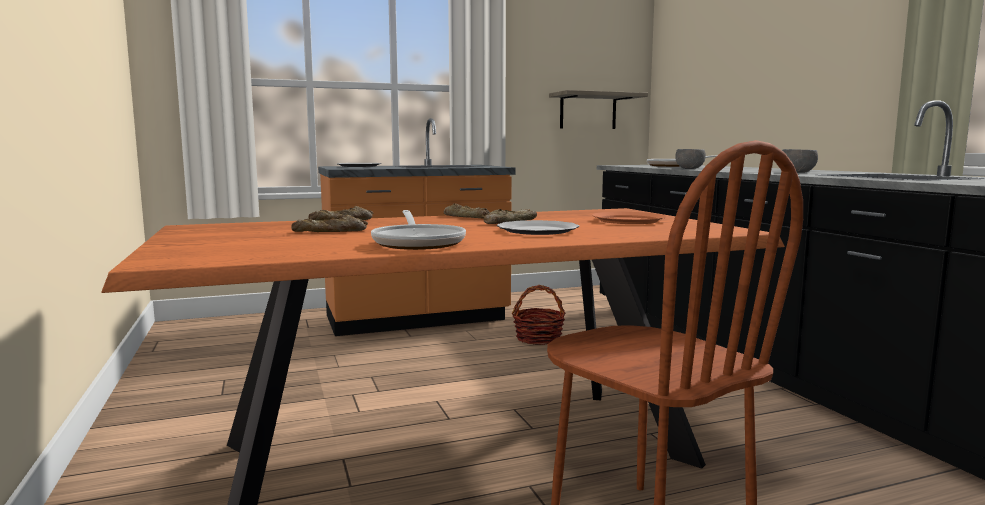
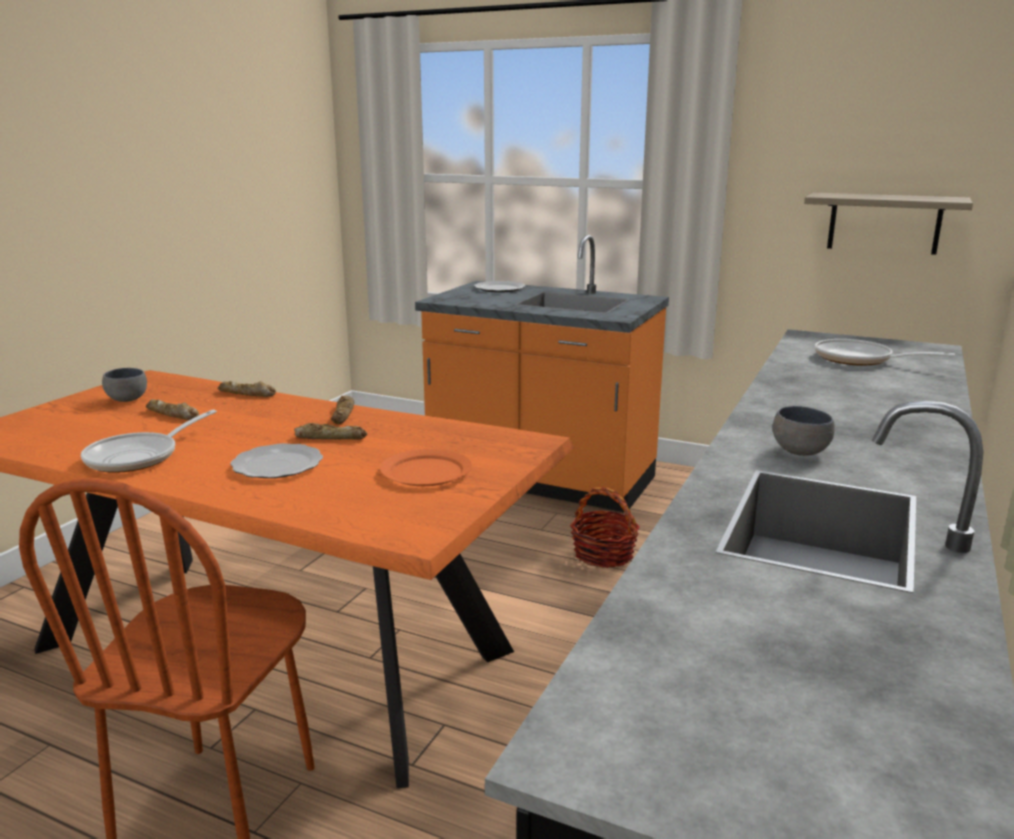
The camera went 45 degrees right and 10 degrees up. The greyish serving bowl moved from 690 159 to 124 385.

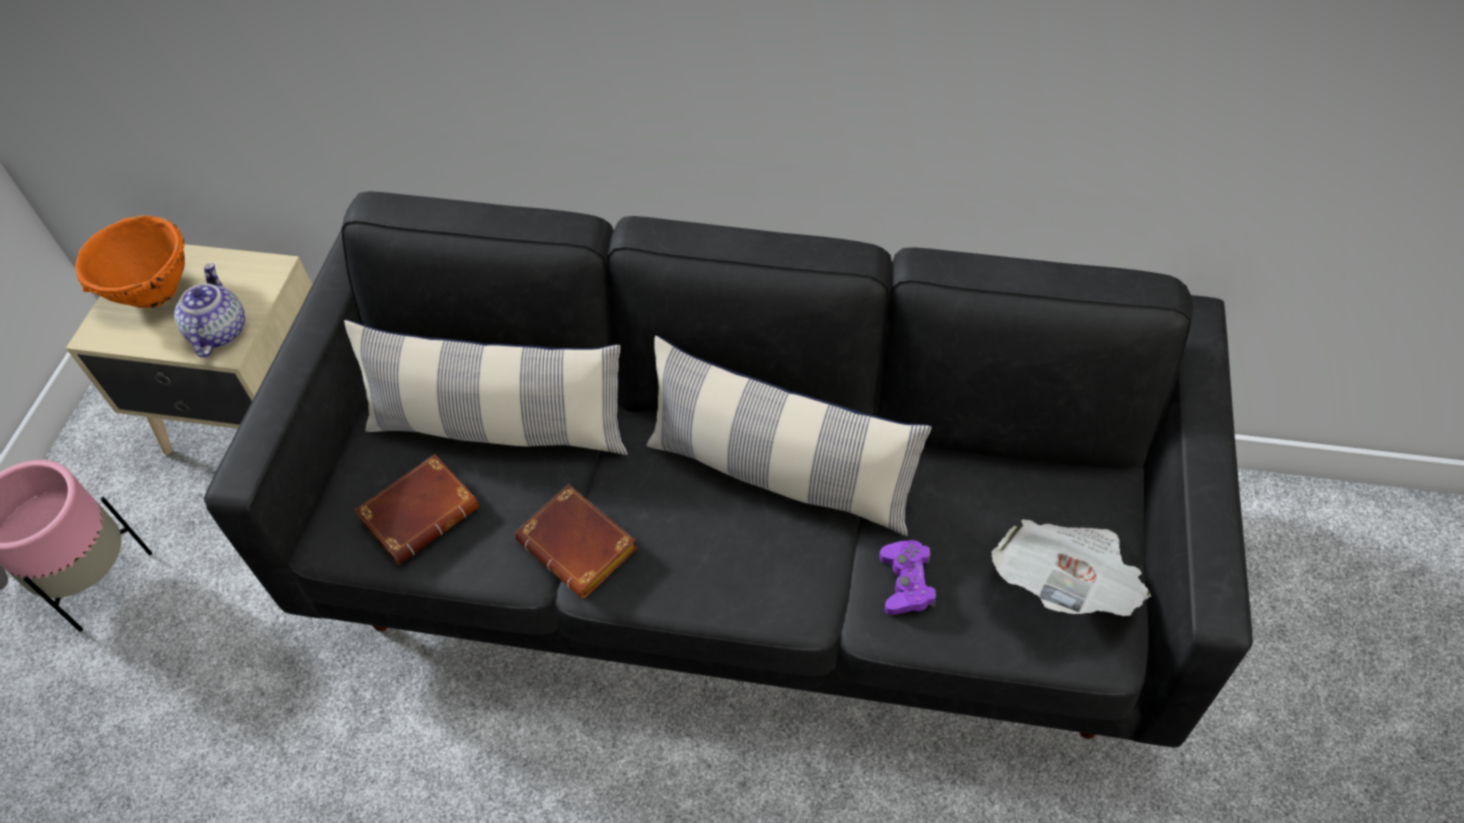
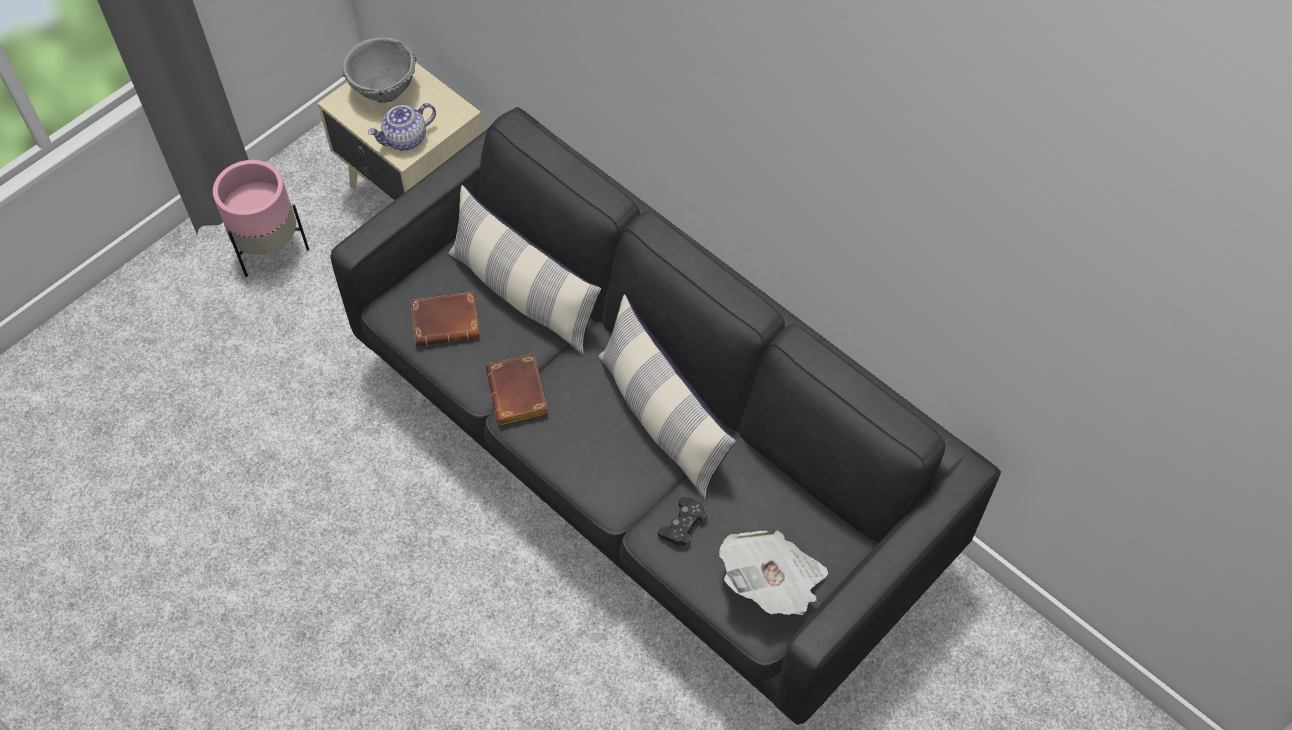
The camera went 30 degrees right and 5 degrees up. The orangey serving bowl at 130 261 became the greyish serving bowl at 379 70. The pot for tea at 209 310 turned 150 degrees counterclockwise. The purplish joypad at 907 577 became the blackish joypad at 682 522.

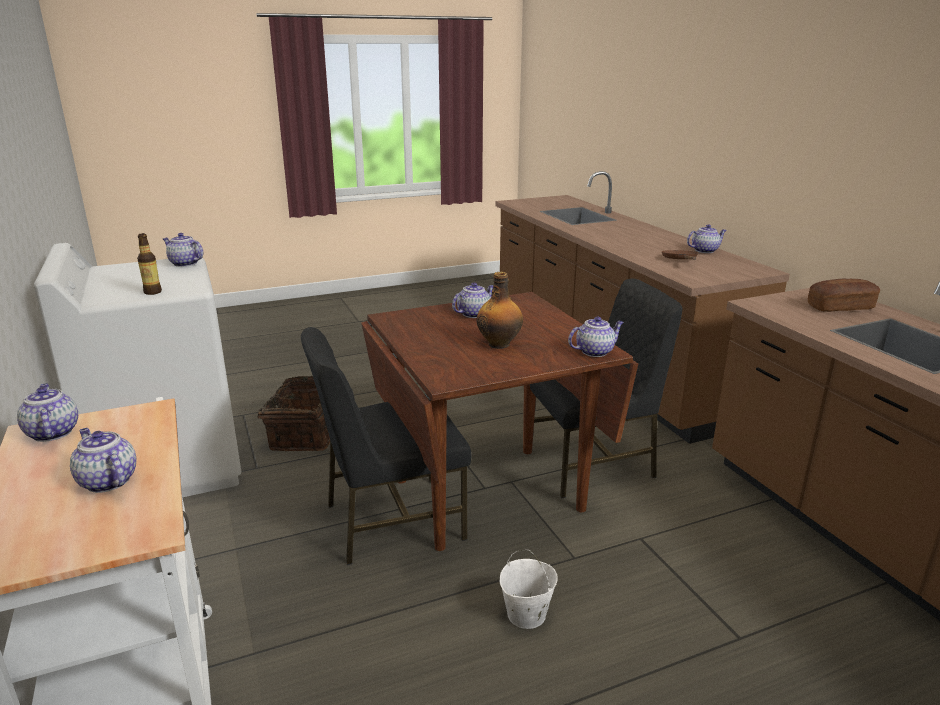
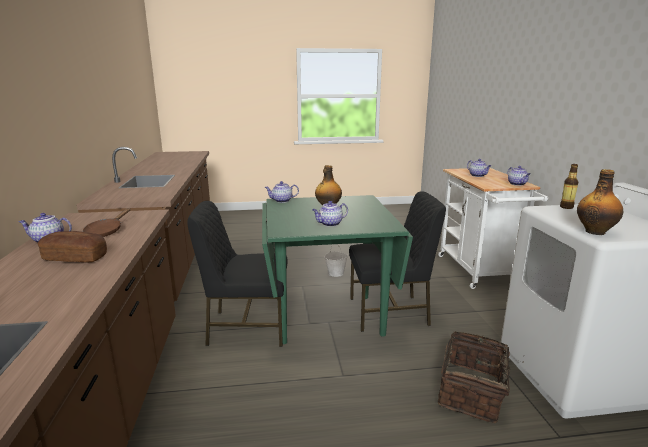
The camera went 165 degrees left and 5 degrees down. The pot for tea at 183 250 was replaced by the beverage bottle at 600 202. The bakery bread moved from 844 295 to 72 247. The brown kitchen table at 499 421 became the green kitchen table at 337 269.

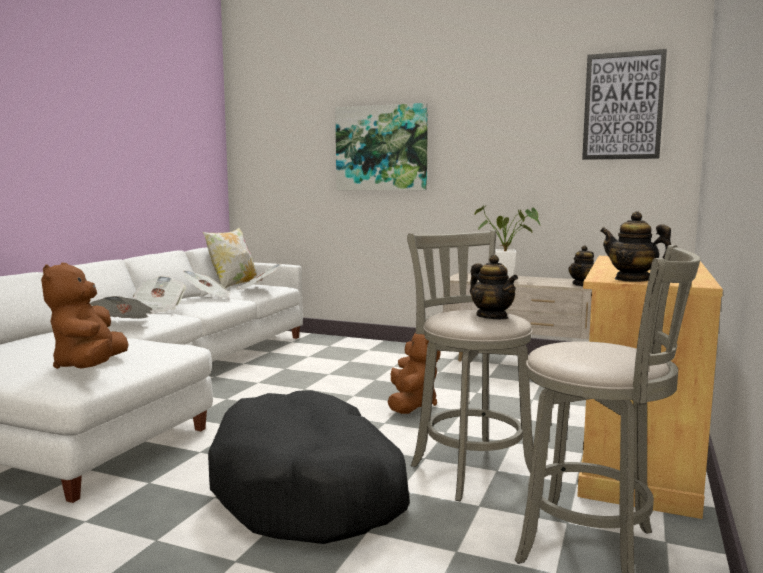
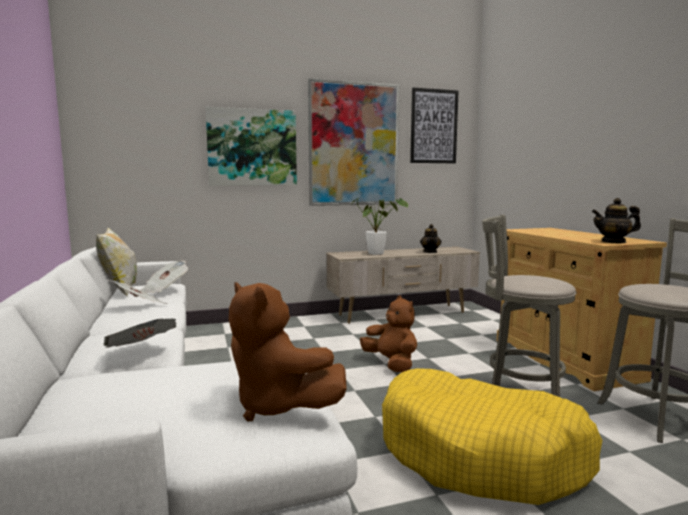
The camera went 40 degrees left and 0 degrees up. The pot for tea at 494 287 disappeared. The daily paper at 159 295 disappeared. The blackish dog bed at 309 467 became the yellow-coloured dog bed at 492 436. The picture at 353 142 appeared.

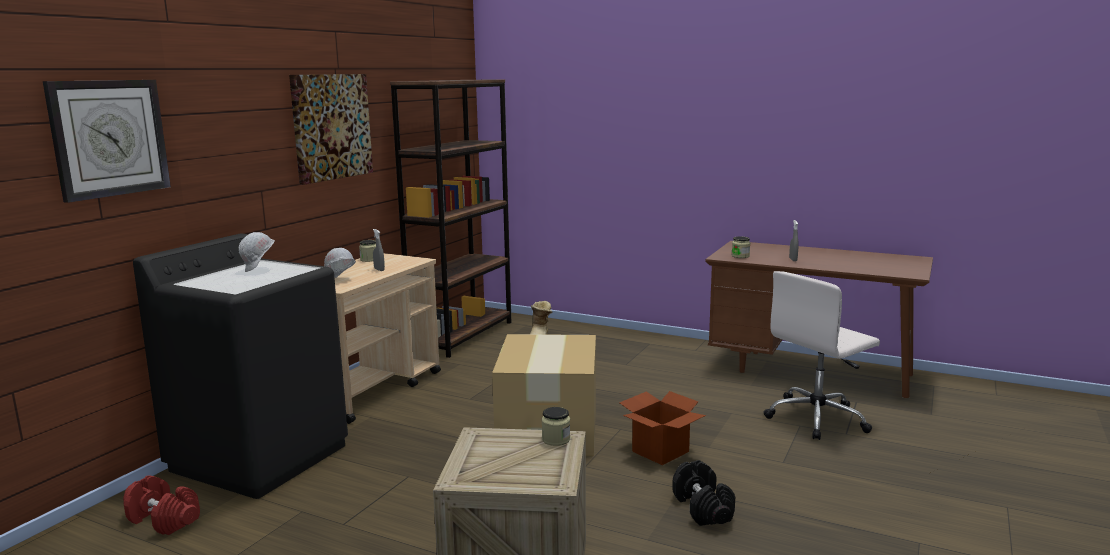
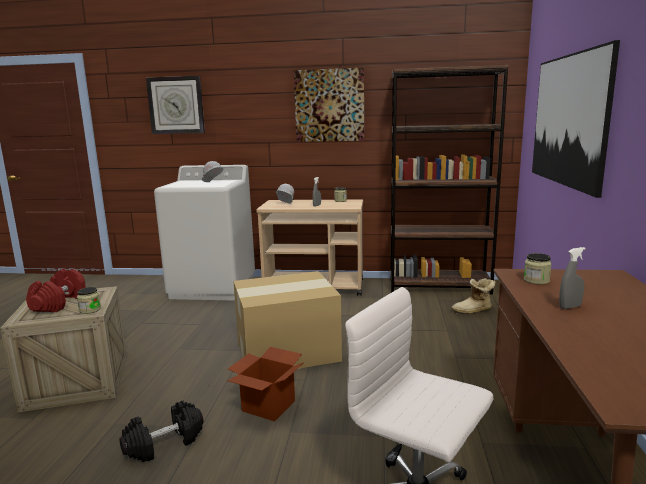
The camera went 70 degrees right and 0 degrees up. The blackish laundry appliance at 240 366 became the white laundry appliance at 204 232. The reddish hand weight moved from 161 505 to 56 290. The picture at 576 119 appeared.

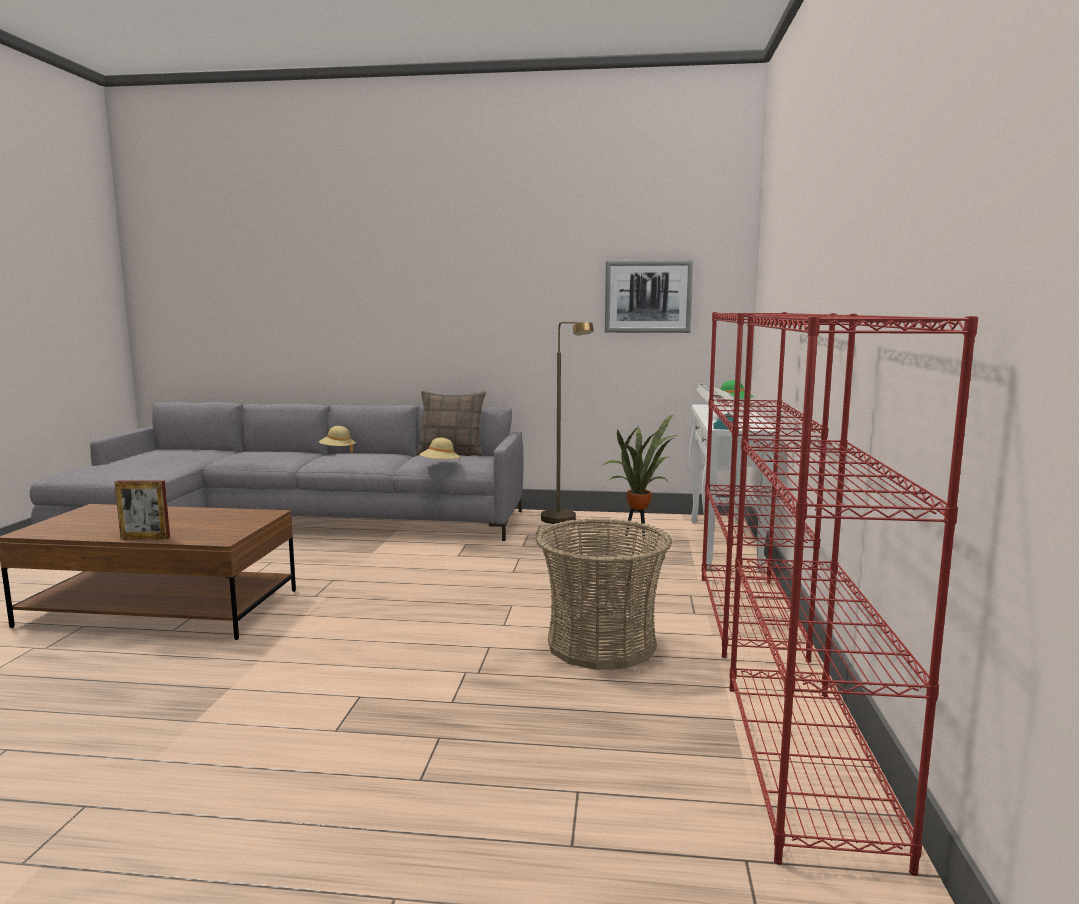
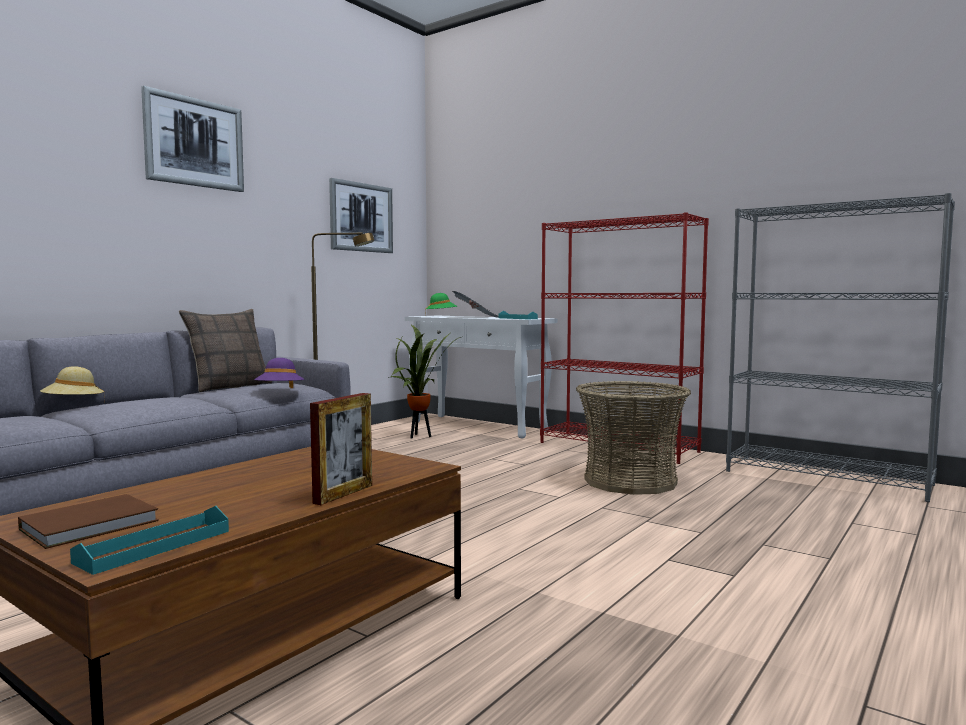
The camera went 60 degrees left and 5 degrees down. The reddish bookshelf at 853 594 became the greyish bookshelf at 840 347. The sand-coloured clothing hat at 440 451 became the purplish clothing hat at 279 373. The picture at 192 139 appeared. The brown book at 88 521 appeared. The turquoise carrying tray at 149 540 appeared.

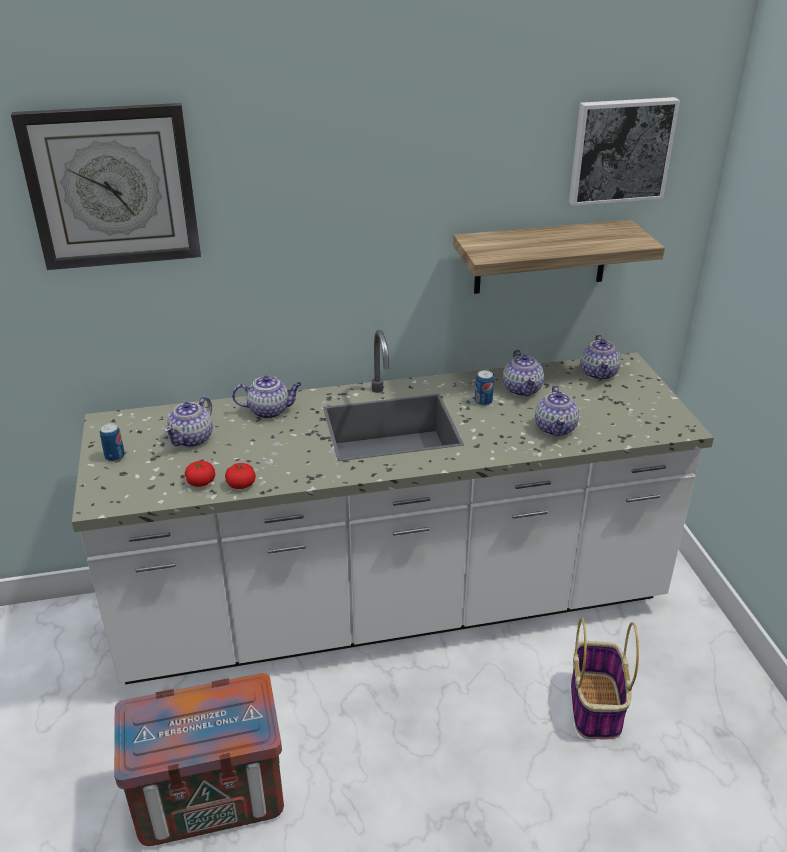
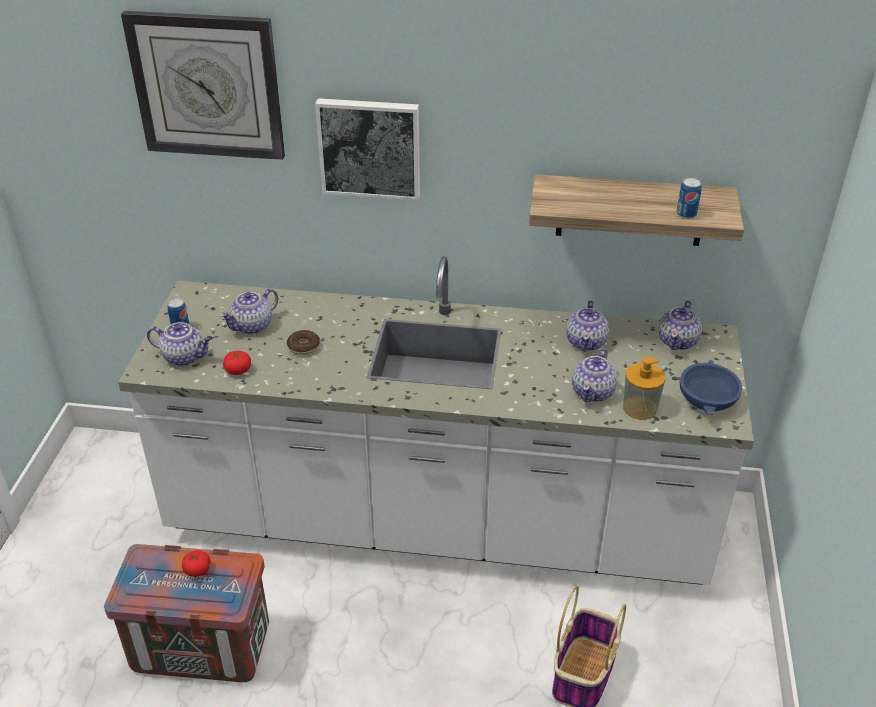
The camera went 20 degrees right and 5 degrees up. The picture moved from 624 151 to 367 149. The can moved from 484 388 to 689 198. The pot for tea moved from 267 397 to 179 344. The tomato moved from 240 476 to 196 563. The ring doughnut at 303 342 appeared. The liquid soap bottle at 644 388 appeared. The blue serving bowl at 711 387 appeared.

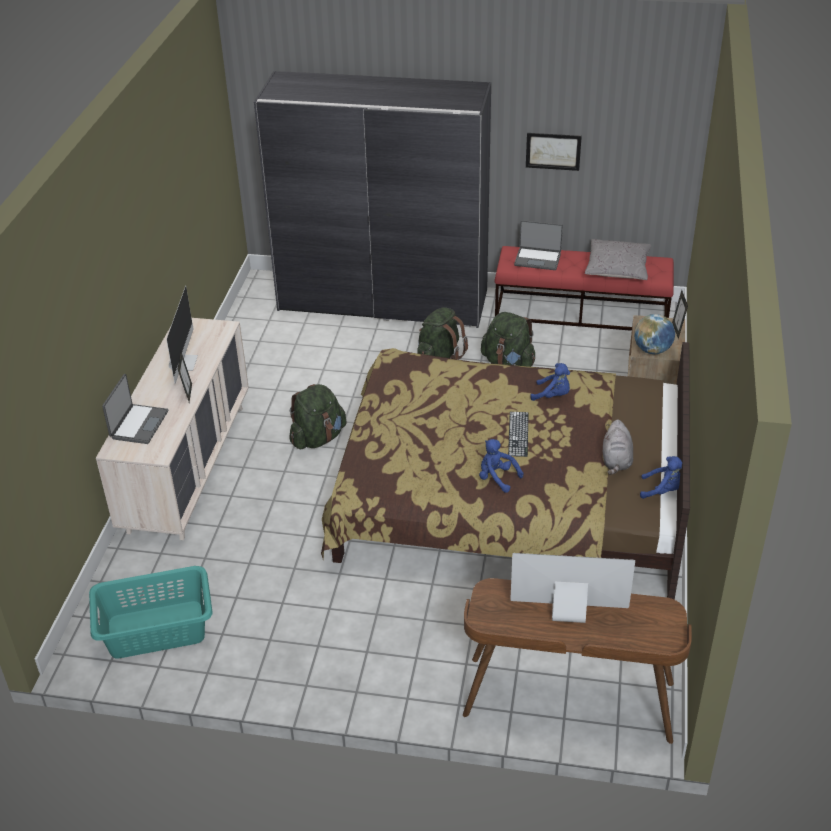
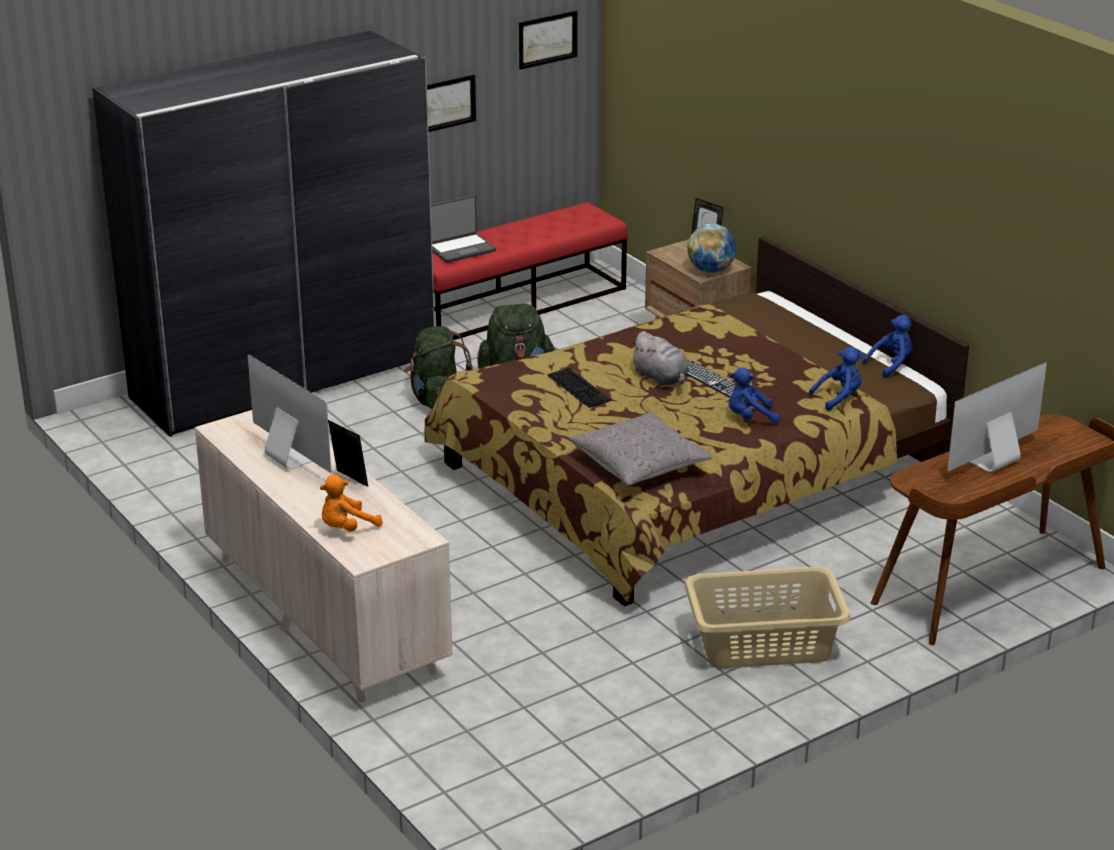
The camera went 45 degrees left and 10 degrees down. The greyish pillow moved from 618 259 to 640 448. The blue soft toy moved from 550 382 to 836 379. The notebook computer at 135 409 was replaced by the orangey soft toy at 351 503. The green knapsack at 318 416 disappeared. The greyish soft toy moved from 618 447 to 659 358. The turquoise laundry basket at 151 612 disappeared. The picture at 548 40 appeared. The computer keyboard at 579 388 appeared. The sand-coloured laundry basket at 768 617 appeared.

